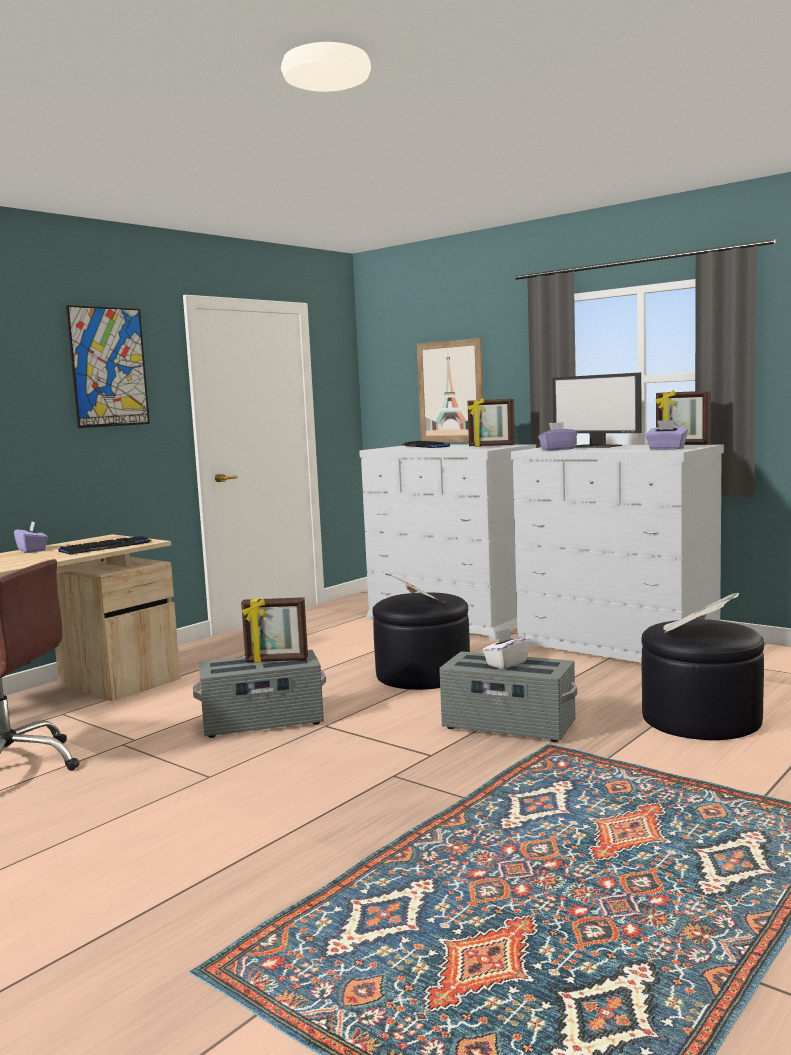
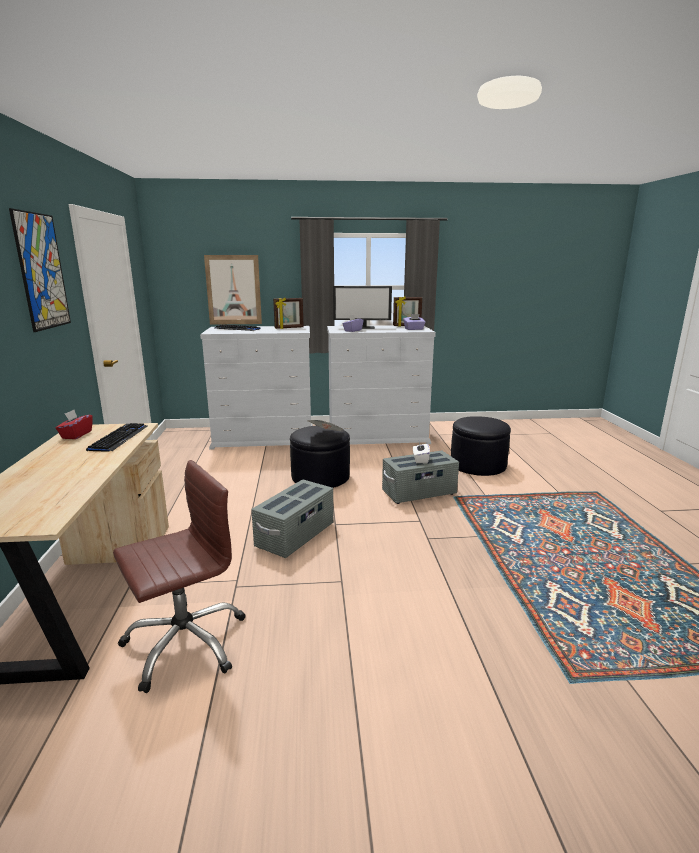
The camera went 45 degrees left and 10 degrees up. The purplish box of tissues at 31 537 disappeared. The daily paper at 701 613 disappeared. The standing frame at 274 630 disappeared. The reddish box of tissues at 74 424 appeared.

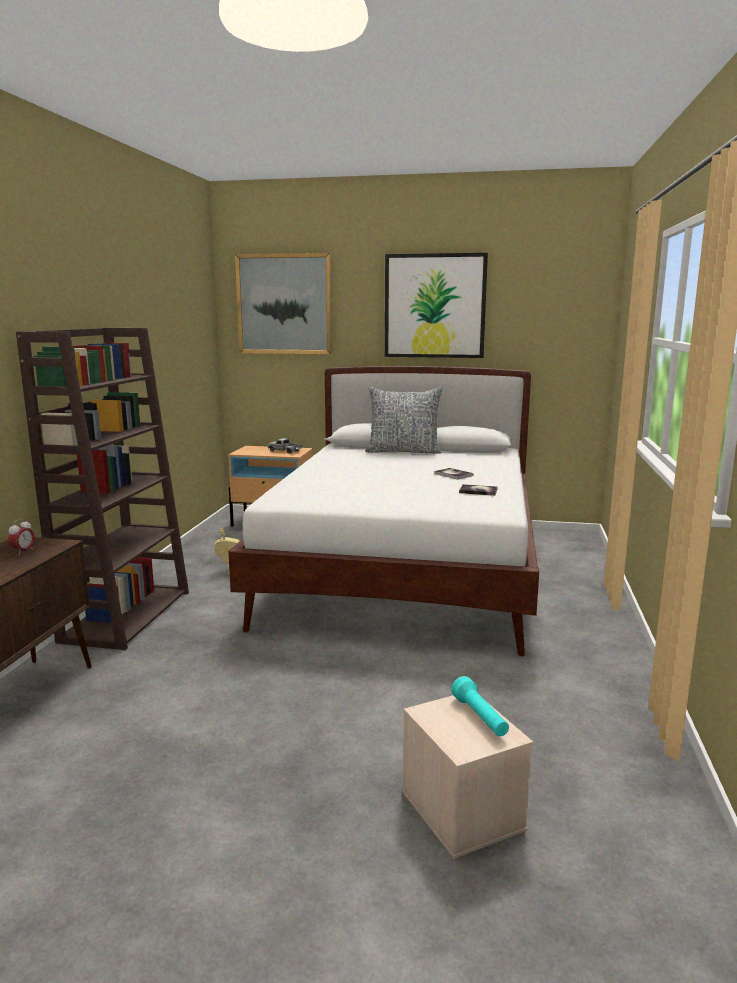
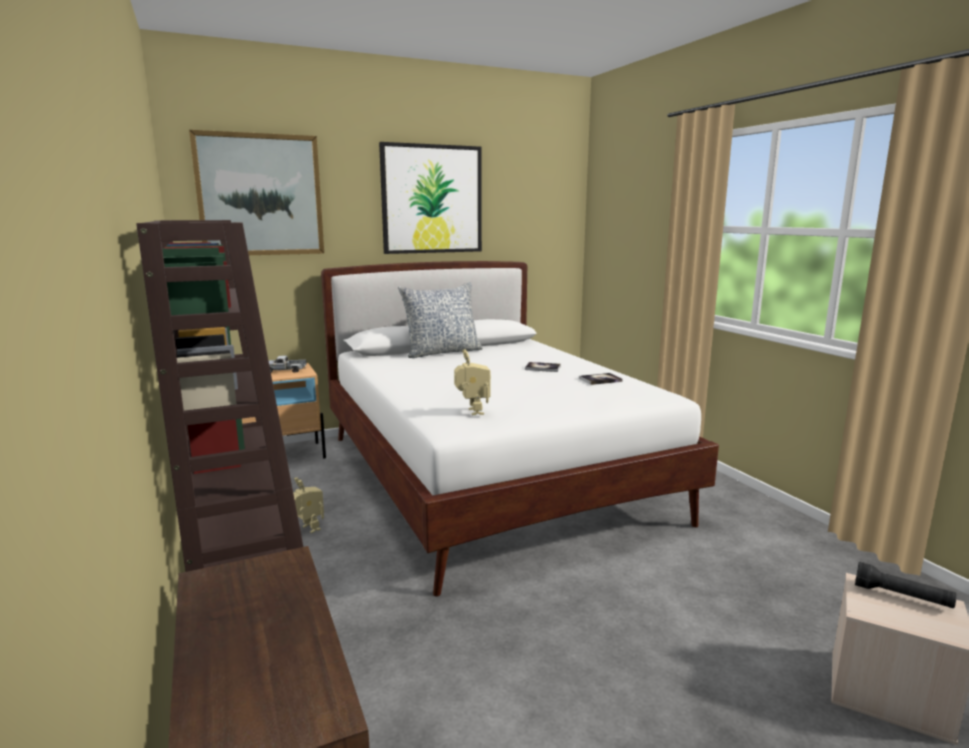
The camera went 35 degrees left and 0 degrees up. The table clock at 21 537 disappeared. The turquoise flashlight at 480 706 became the blackish flashlight at 906 585. The robot figure at 472 382 appeared.

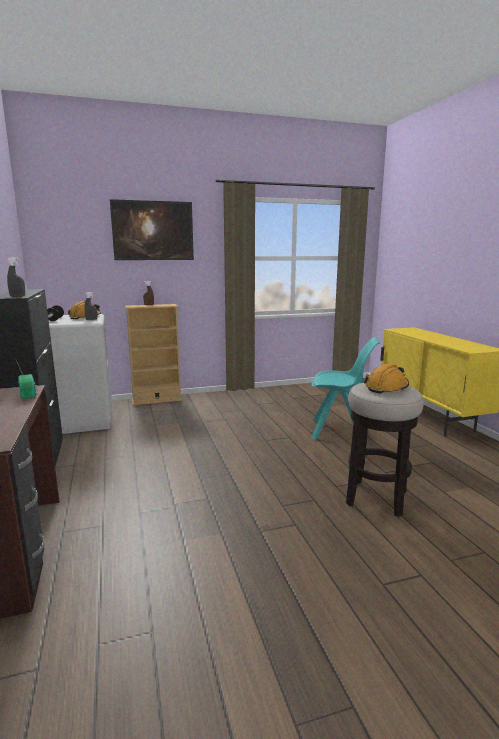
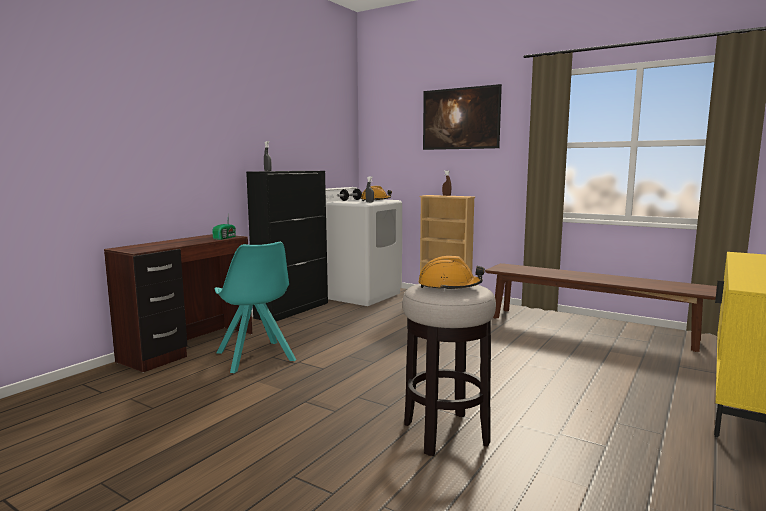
The camera went 50 degrees right and 5 degrees down. The turquoise plain chair moved from 345 388 to 255 307. The brown indoor bench at 601 307 appeared.

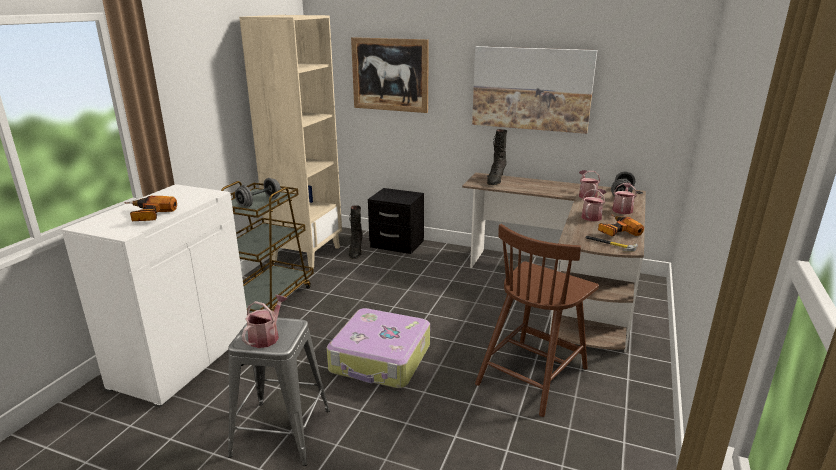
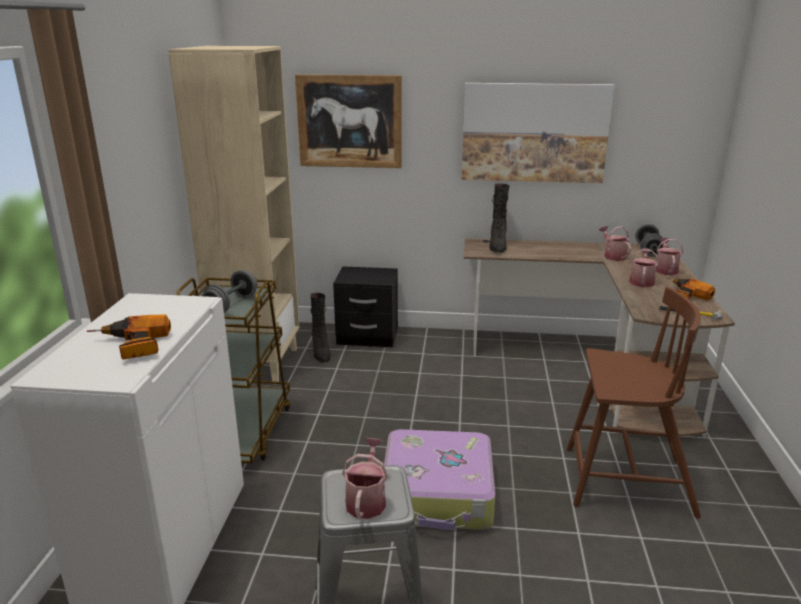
The camera went 15 degrees left and 0 degrees up. The brown plain chair at 537 320 turned 105 degrees counterclockwise.

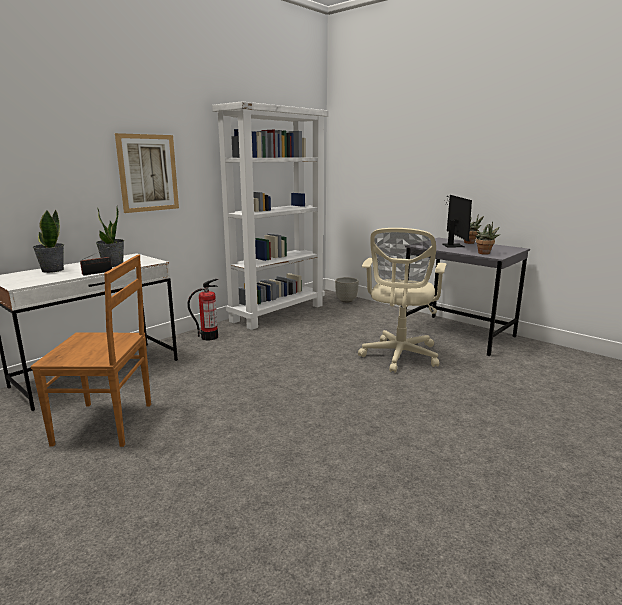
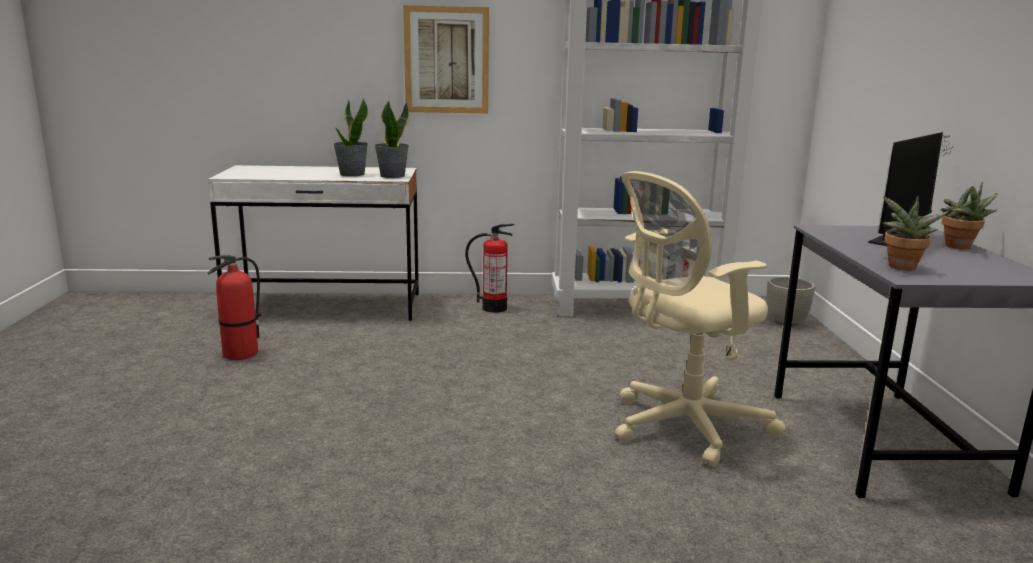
The camera went 45 degrees right and 0 degrees up. The potted plant moved from 48 241 to 391 139. The radio at 96 260 disappeared. The brown plain chair at 91 350 was replaced by the fire-fighting cylinder at 234 307.

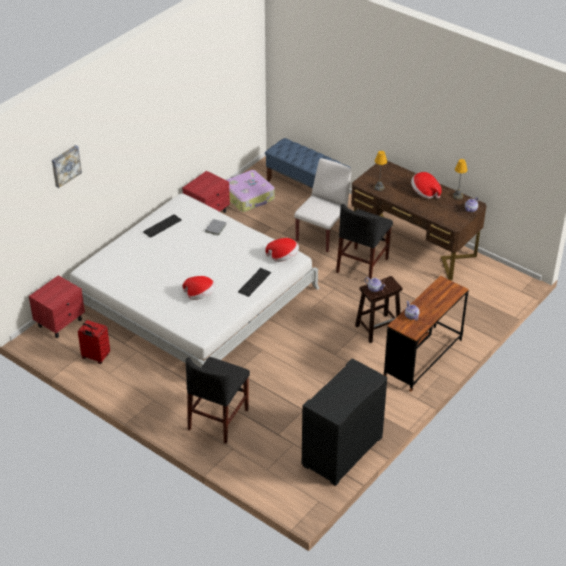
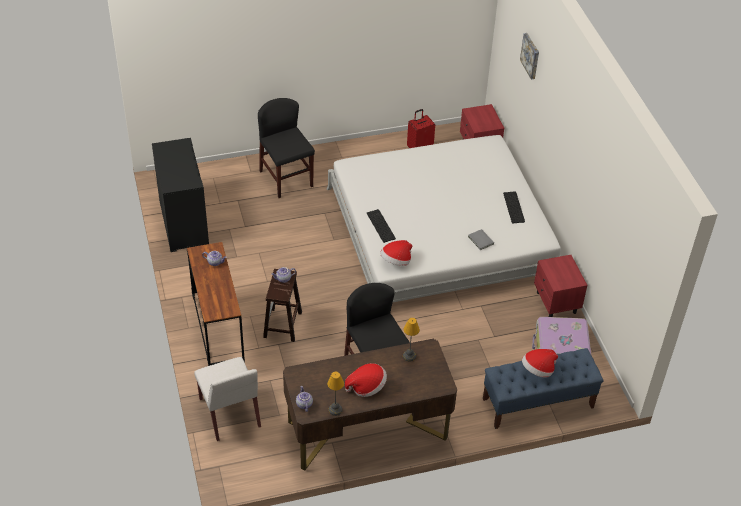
The camera went 125 degrees right and 5 degrees up. The white plain chair moved from 323 205 to 227 399. The clothing hat moved from 199 288 to 540 363.

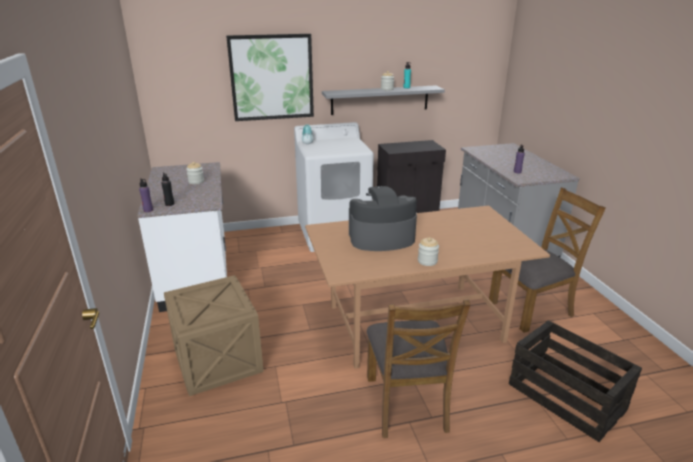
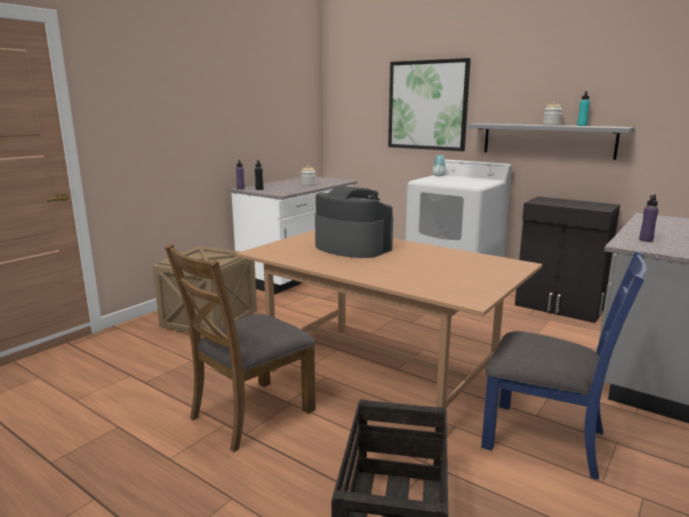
The camera went 50 degrees right and 10 degrees down. The brown plain chair at 547 260 became the blue plain chair at 564 365. The storage jar at 428 251 disappeared.

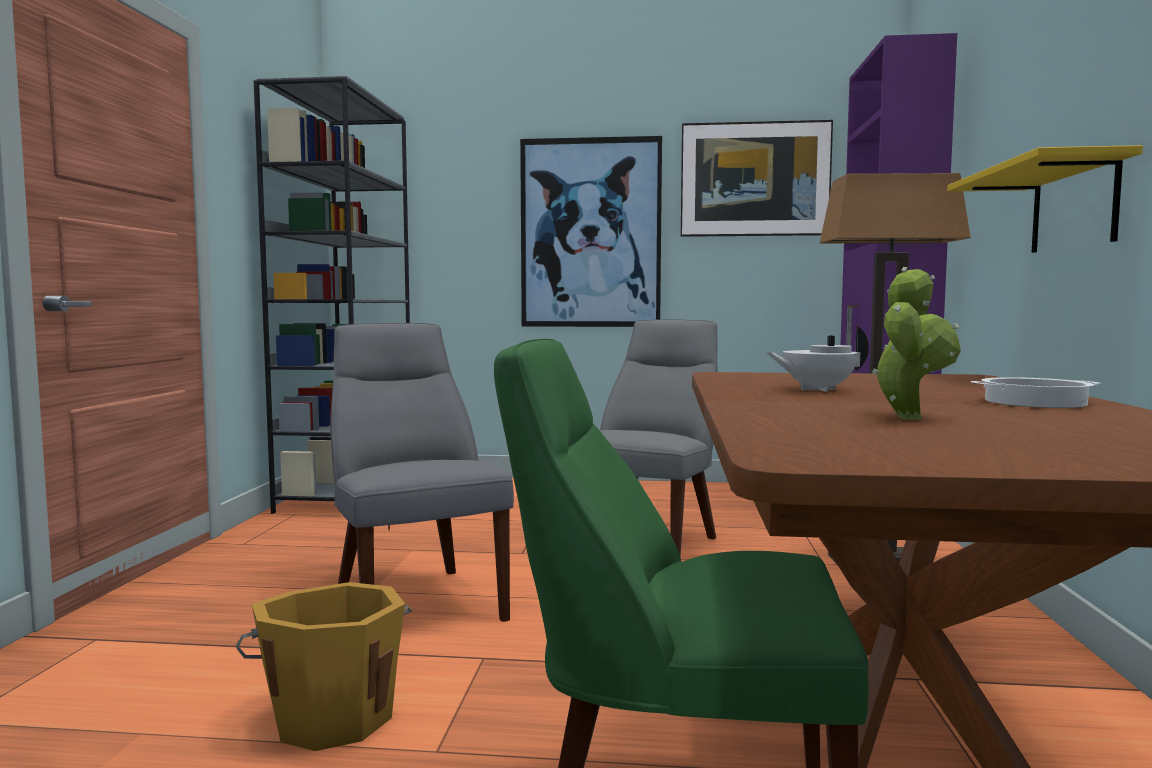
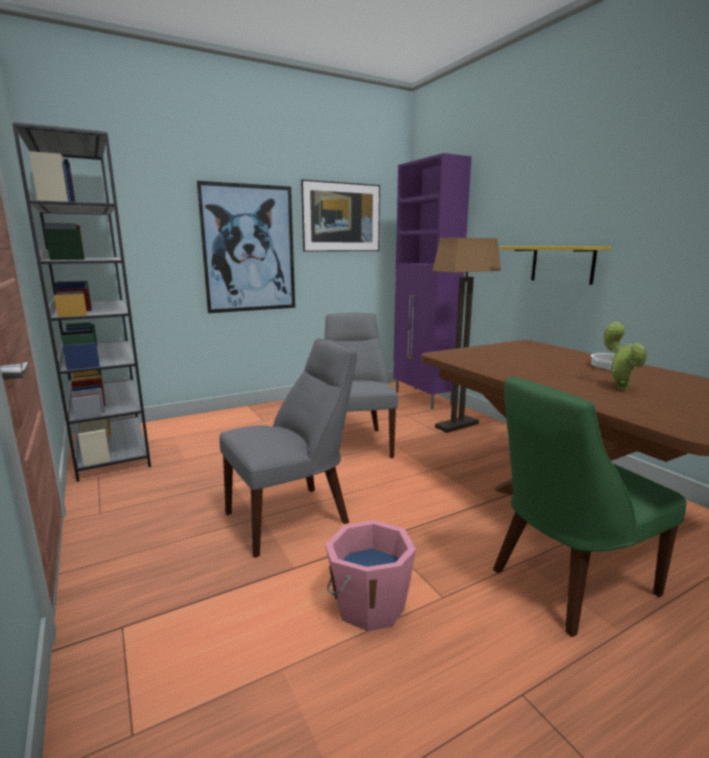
The camera went 35 degrees left and 10 degrees up. The greyish plain chair at 422 472 turned 120 degrees clockwise. The white pot for tea at 818 359 disappeared. The orangey bucket at 324 666 became the pink-coloured bucket at 370 575.

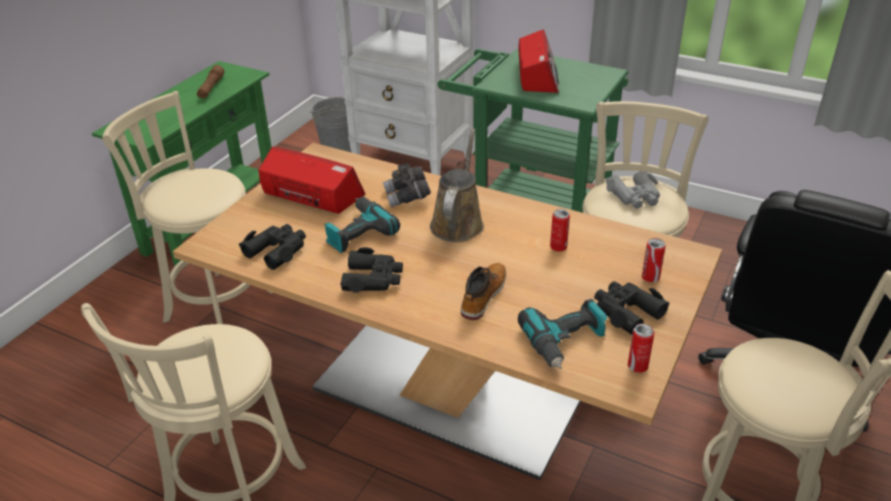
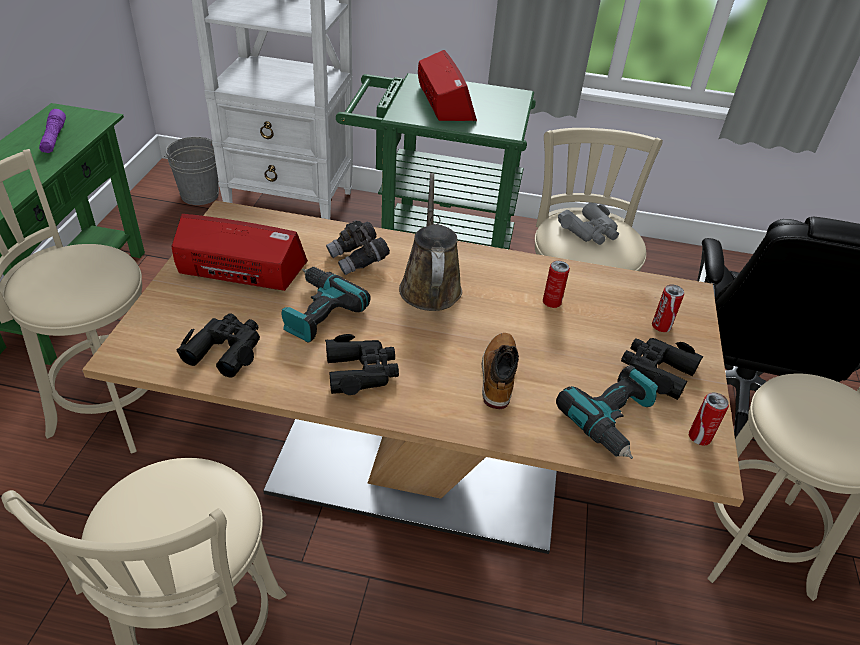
The camera went 20 degrees left and 5 degrees up. The brown flashlight at 210 81 became the purplish flashlight at 52 131.

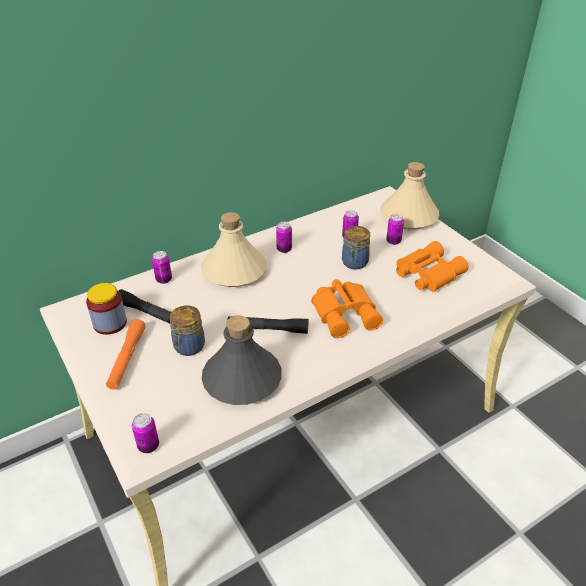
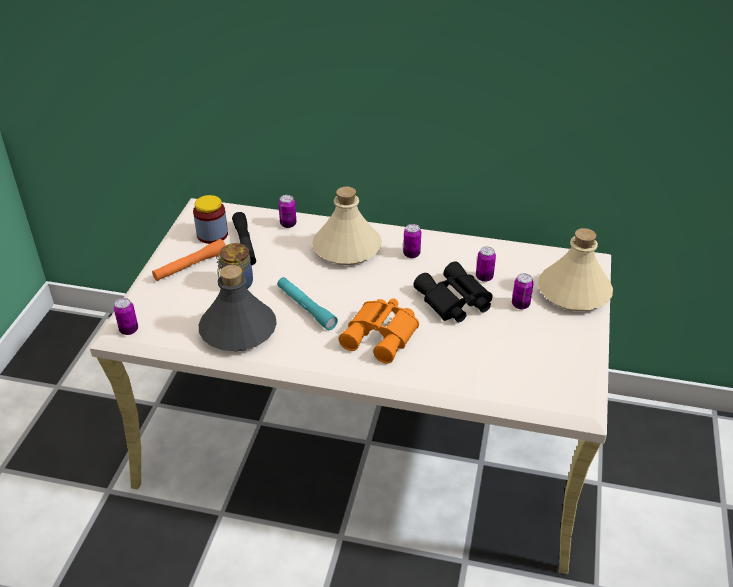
The camera went 45 degrees right and 0 degrees up. The storage jar at 356 248 was replaced by the blackish field glasses at 453 291. The orangey field glasses at 432 266 disappeared. The blackish flashlight at 268 325 became the turquoise flashlight at 307 303.

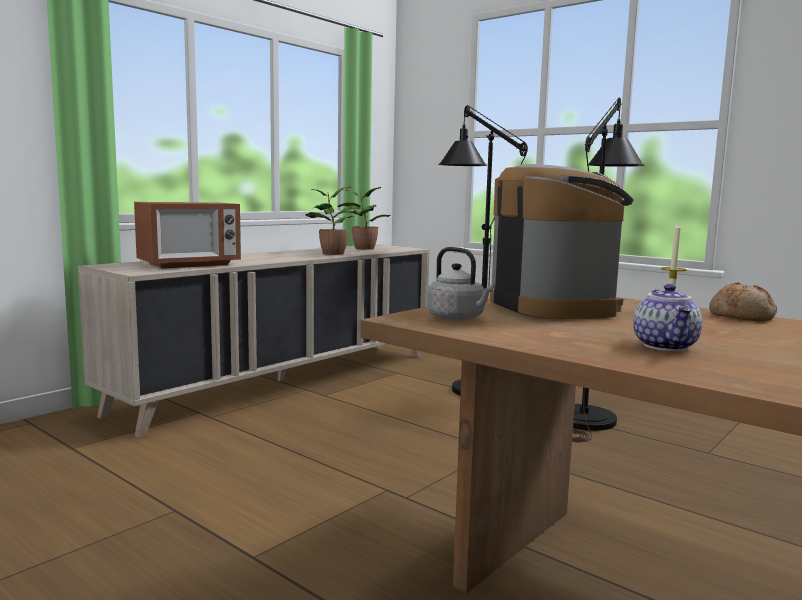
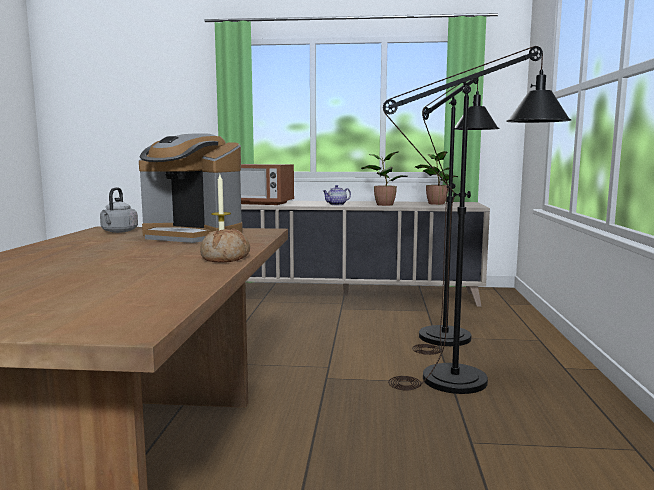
The camera went 55 degrees right and 0 degrees up. The coffee machine at 562 241 turned 75 degrees clockwise. The pot for tea moved from 668 317 to 337 195.

